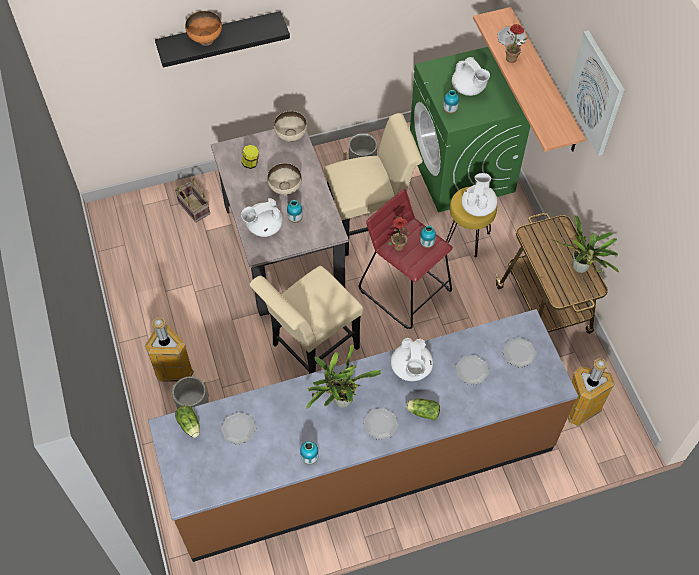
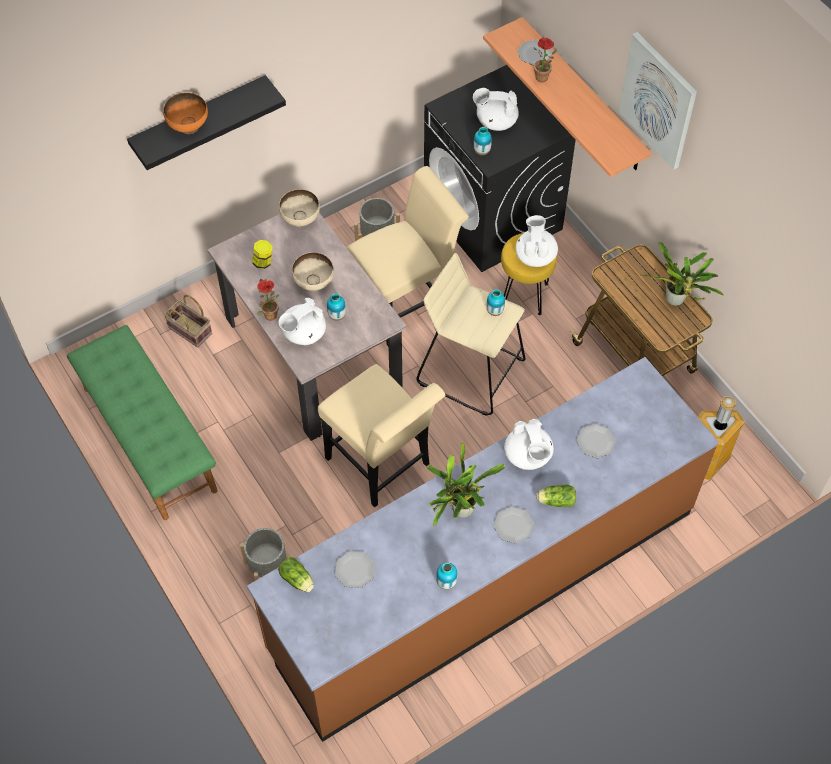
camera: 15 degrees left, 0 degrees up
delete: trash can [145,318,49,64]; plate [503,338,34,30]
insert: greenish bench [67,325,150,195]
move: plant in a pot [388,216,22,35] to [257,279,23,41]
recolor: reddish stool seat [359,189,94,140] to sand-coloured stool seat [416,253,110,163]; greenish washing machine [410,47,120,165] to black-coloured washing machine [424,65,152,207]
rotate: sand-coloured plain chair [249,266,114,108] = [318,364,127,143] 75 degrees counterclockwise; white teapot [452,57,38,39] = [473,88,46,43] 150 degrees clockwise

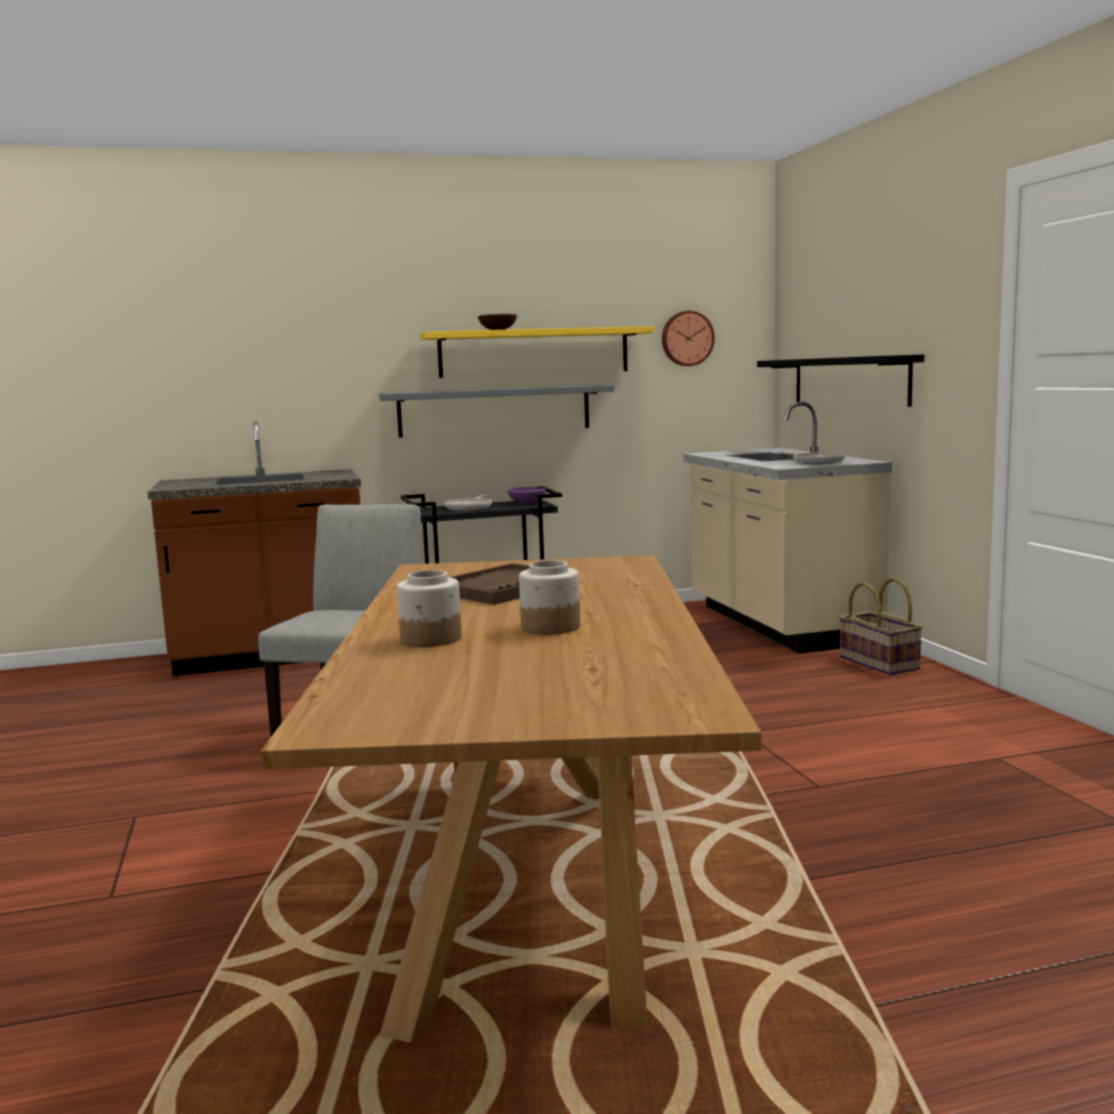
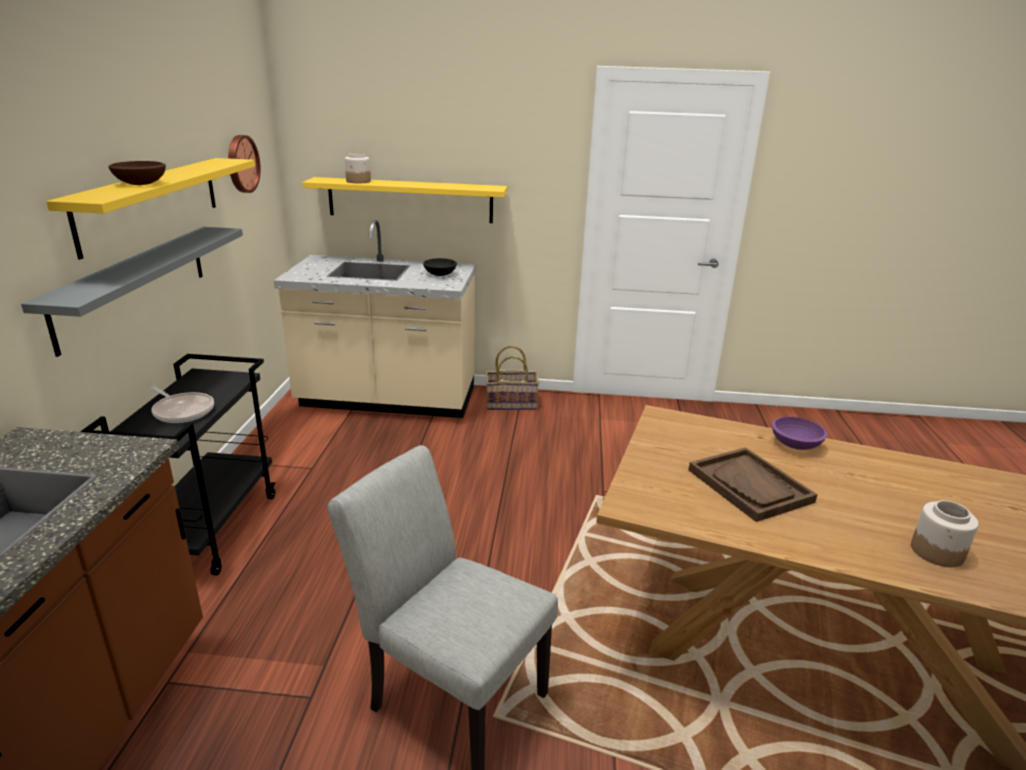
camera: 70 degrees left, 15 degrees up
move: storage jar [519,560,61,75] to [345,153,26,30]; purple-coloured bowl [508,487,38,17] to [772,417,55,33]
replace: frying pan [773,452,73,12] to black-coloured bowl [423,258,34,18]
recolor: black-coloured bracket shelf [757,354,167,53] to yellow-coloured bracket shelf [302,177,205,46]

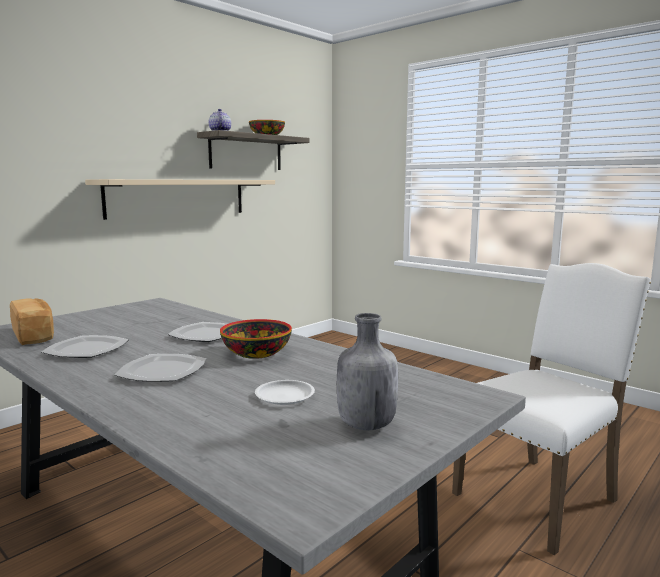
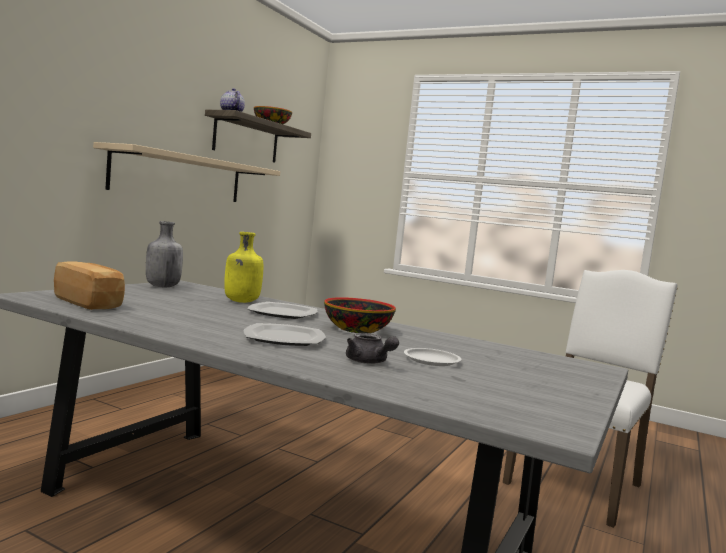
camera: 15 degrees left, 5 degrees down
delete: plate [42,335,87,23]
insert: yellow-coloured beverage bottle [224,232,39,71]; grey teapot [346,333,53,31]
move: grey beverage bottle [337,313,61,117] to [146,221,37,66]

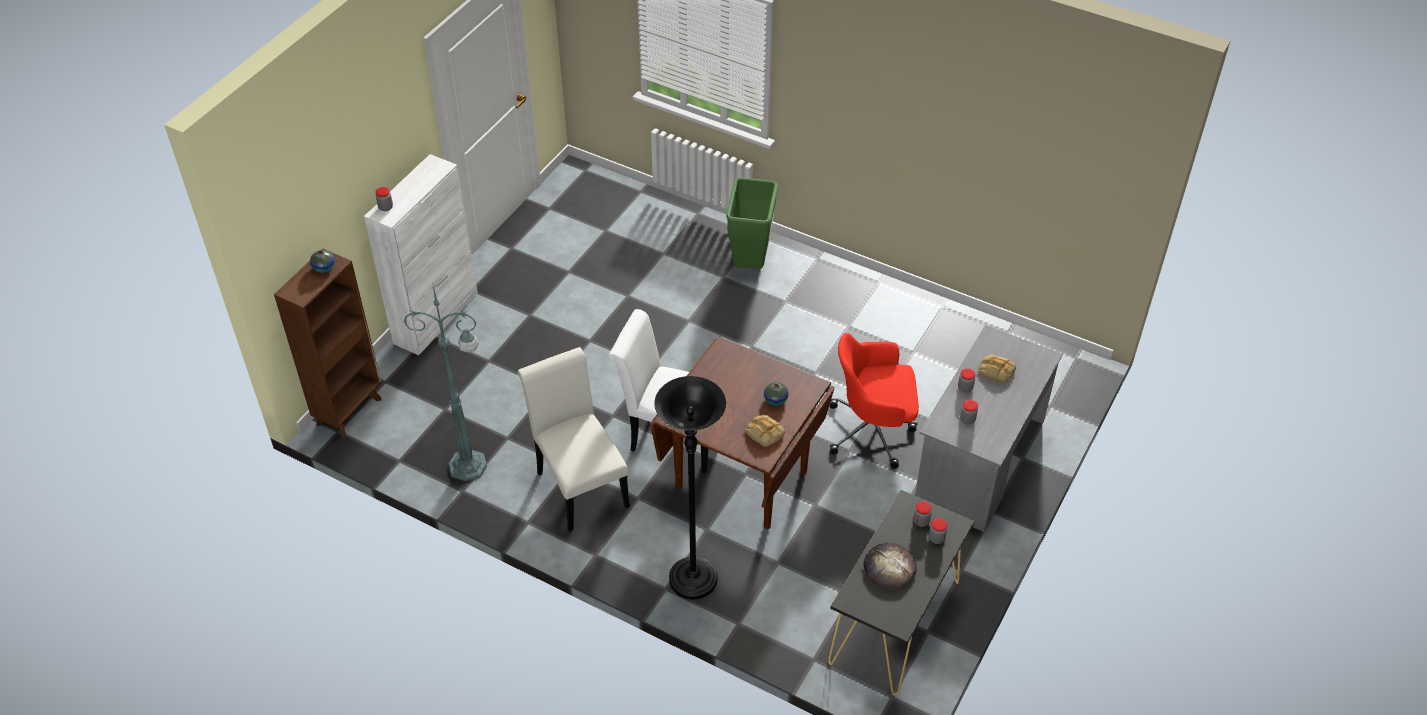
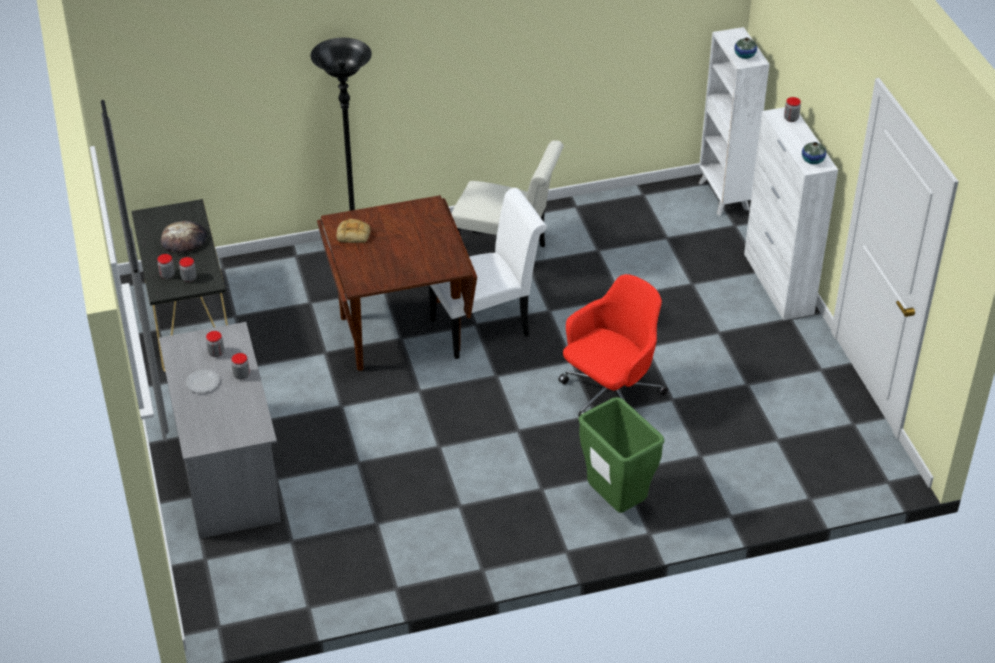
camera: 135 degrees right, 5 degrees down
delete: greenish standing lamp [404,286,83,195]; baked bread [978,354,38,30]
insert: plate [186,369,34,24]
move: reddish office chair [830,333,89,136] to [558,274,110,143]; vase [764,382,25,23] to [802,142,24,22]
recolor: brown bookcase [274,249,107,190] to white bookcase [698,27,72,189]

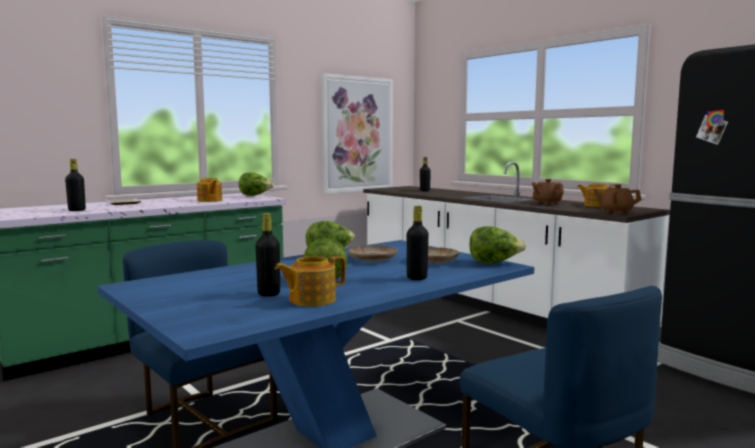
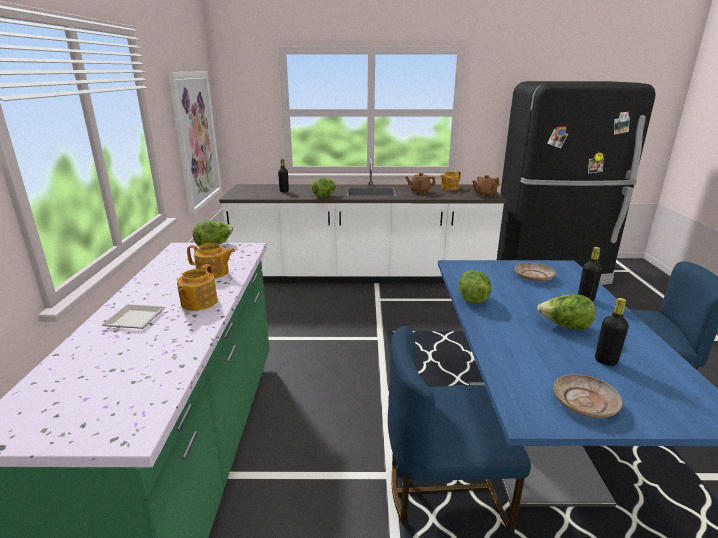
camera: 50 degrees left, 15 degrees up
delete: black-coloured beverage bottle [65,159,21,52]
move: teapot [275,256,71,51] to [177,264,41,47]; head of lettuce [469,226,57,38] to [312,178,25,19]; sand-coloured plate [348,245,49,17] to [553,374,70,44]

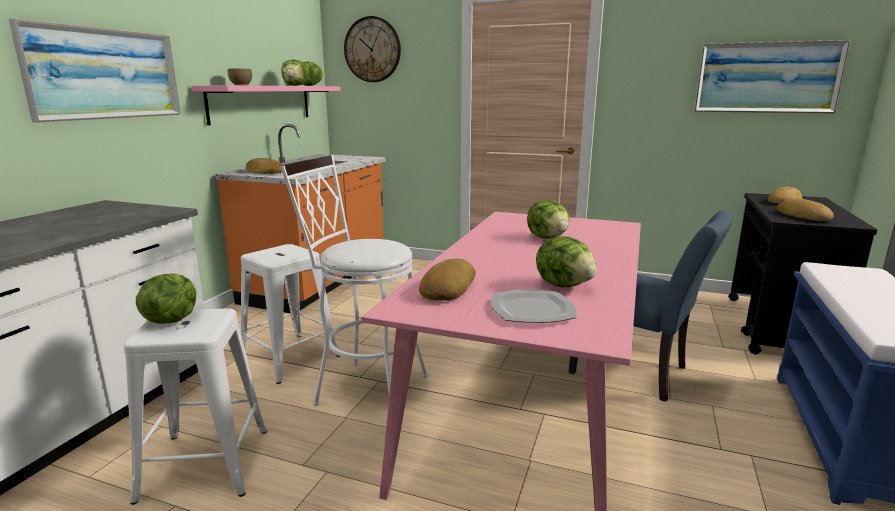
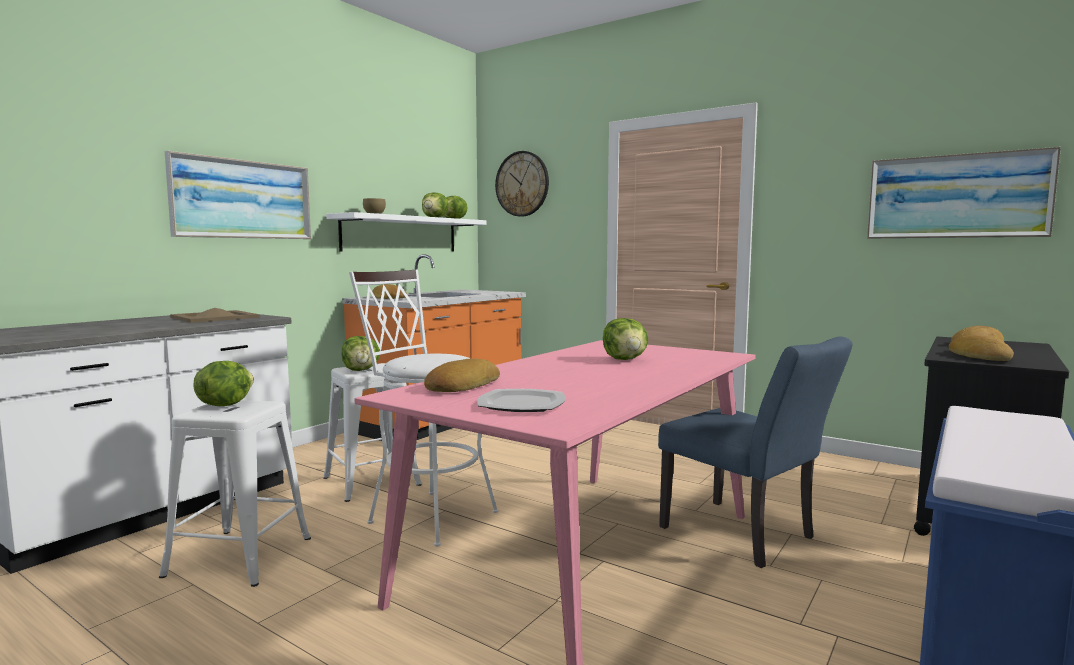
camera: 15 degrees right, 10 degrees down
insert: sand-coloured serving tray [170,308,90,15]
move: head of lettuce [536,236,61,52] to [341,336,39,35]
recolor: pink bracket shelf [191,85,150,40] to white bracket shelf [326,212,161,39]

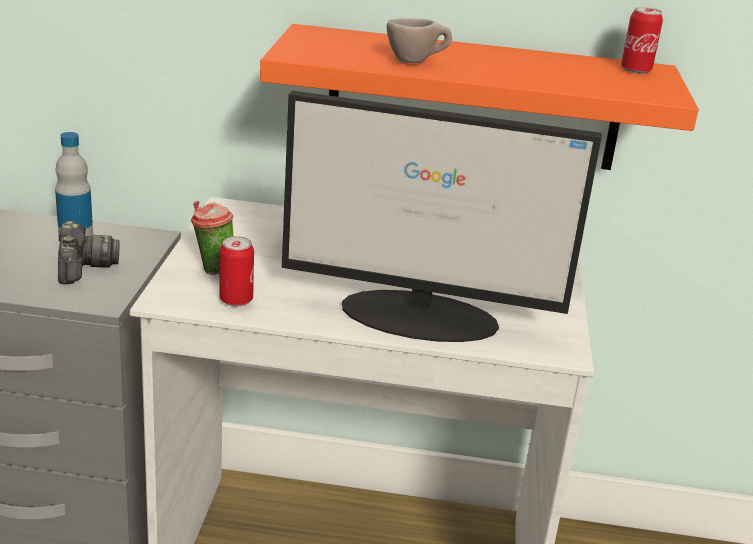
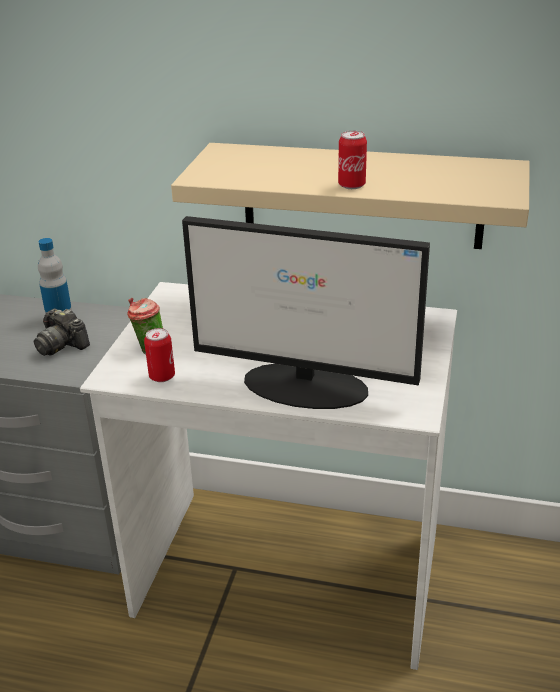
camera: 10 degrees right, 5 degrees up
delete: sand-coloured small cup [386,18,66,45]
move: metal can [621,7,42,67] to [338,130,29,59]
recolor: orange bracket shelf [260,24,439,146] to sand-coloured bracket shelf [171,143,359,106]
rotate: still camera [58,221,62,63] = [34,309,56,47] 135 degrees clockwise

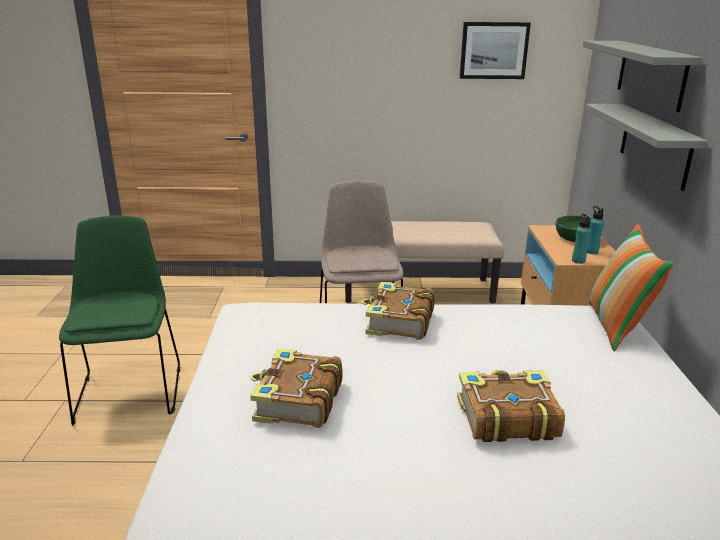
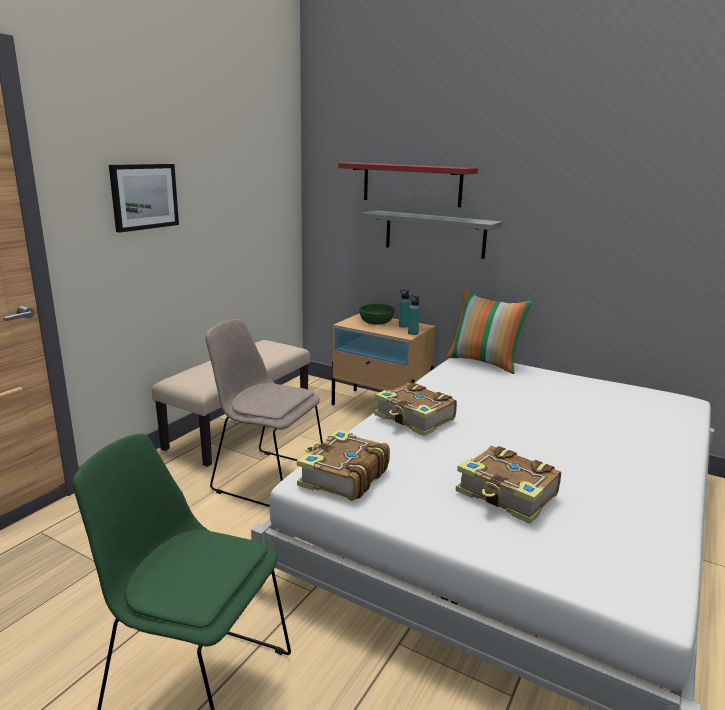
camera: 60 degrees left, 5 degrees down
move: wall picture [460,22,71,57] to [109,164,70,69]; bound book [457,370,108,72] to [297,429,93,72]
recolor: grey bracket shelf [583,41,120,71] to reddish bracket shelf [338,162,140,45]

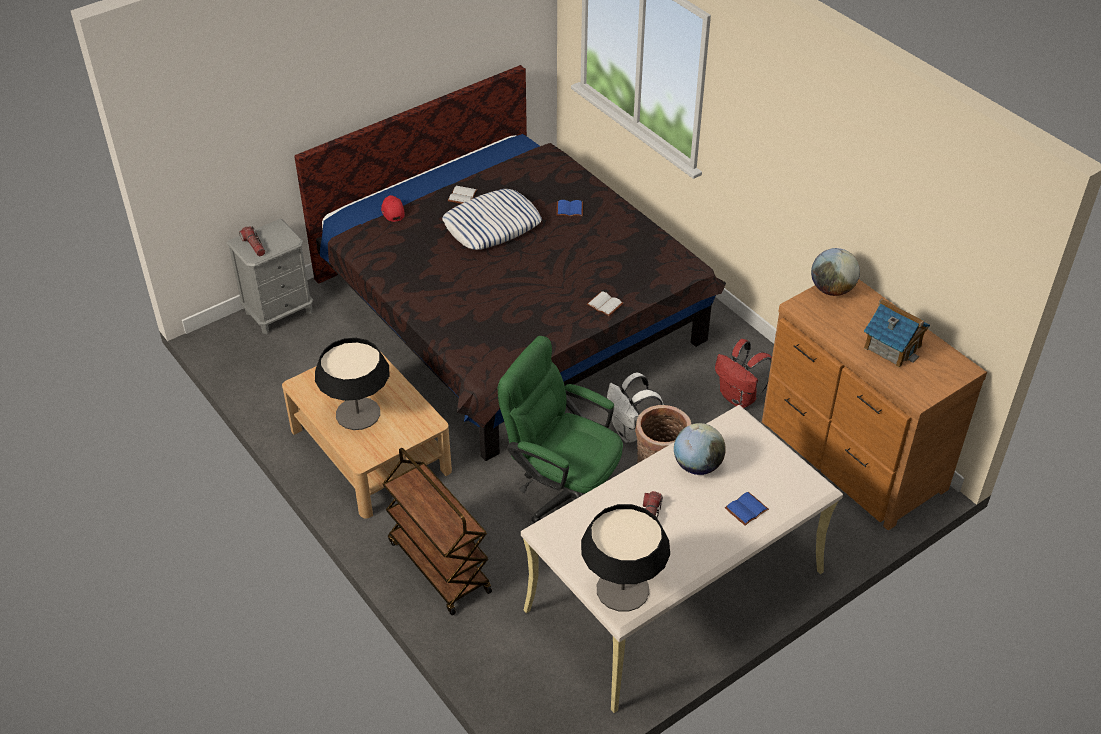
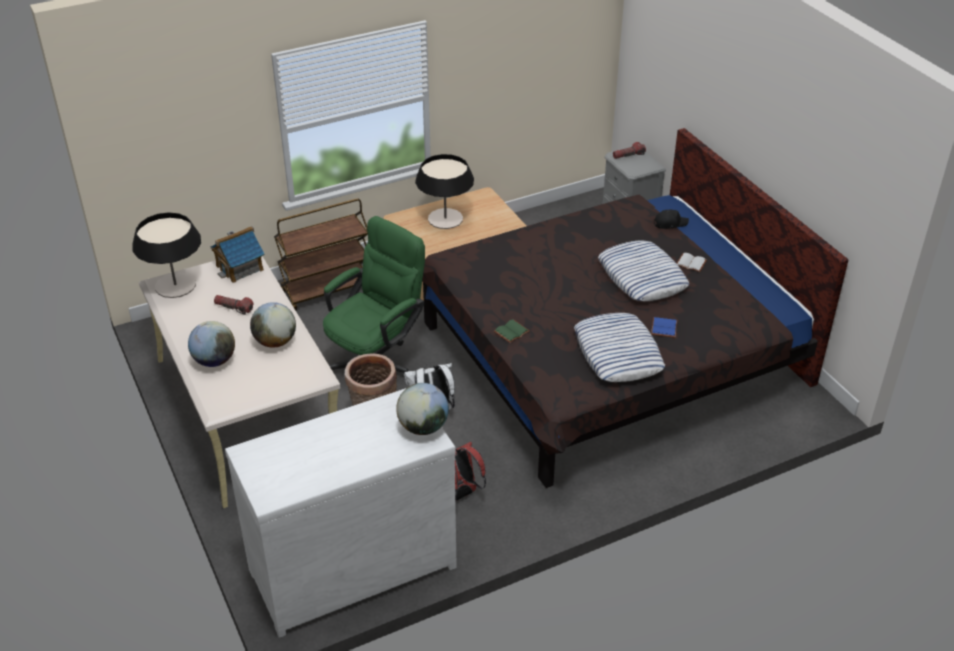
camera: 100 degrees right, 5 degrees down
insert: cushion [574,313,91,69]
move: miniature house [864,299,66,69] to [210,226,55,57]
replace: blue-coloured bound book [725,492,44,34] to globe [188,321,47,46]
recolor: brown drawer chest [762,280,225,250] to white drawer chest [225,388,232,250]; white bound book [586,291,37,25] to greenish bound book [494,319,36,24]; reddish peaked cap [381,195,24,27] to black-coloured peaked cap [654,209,35,20]

